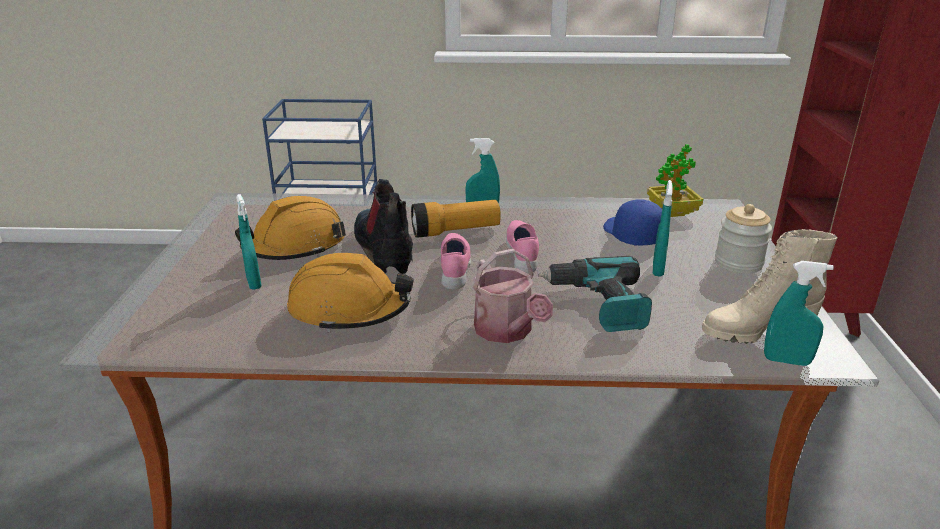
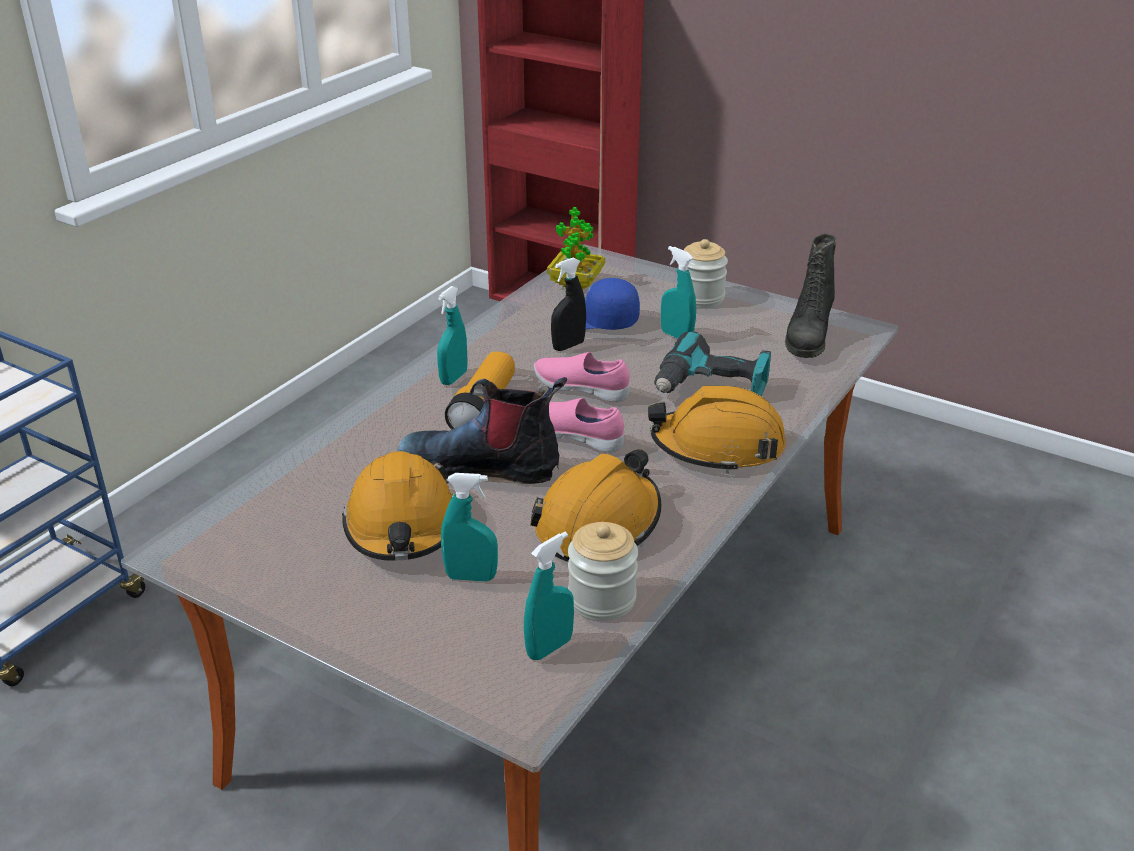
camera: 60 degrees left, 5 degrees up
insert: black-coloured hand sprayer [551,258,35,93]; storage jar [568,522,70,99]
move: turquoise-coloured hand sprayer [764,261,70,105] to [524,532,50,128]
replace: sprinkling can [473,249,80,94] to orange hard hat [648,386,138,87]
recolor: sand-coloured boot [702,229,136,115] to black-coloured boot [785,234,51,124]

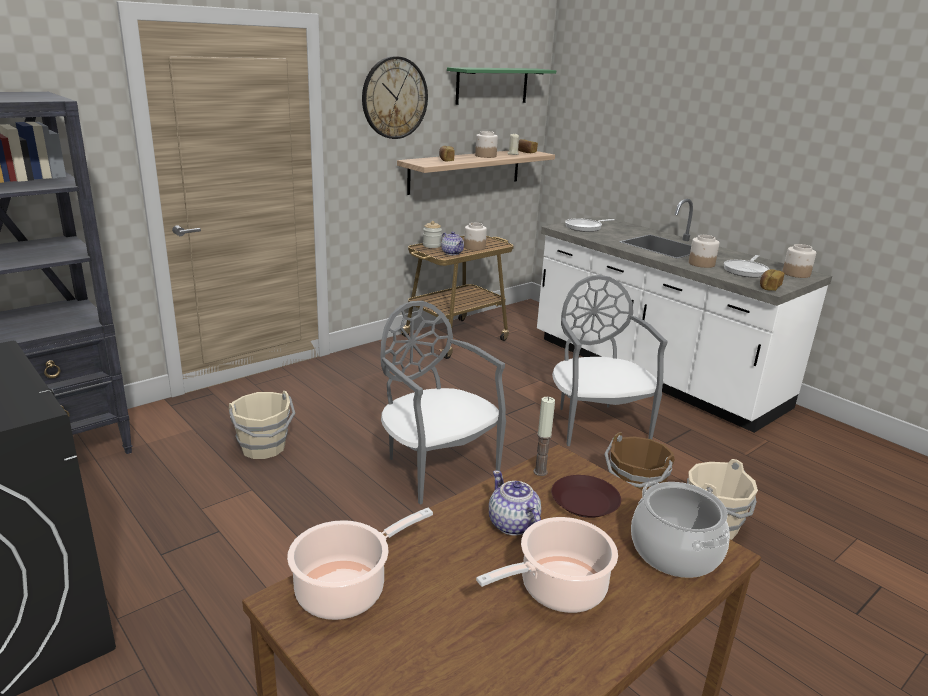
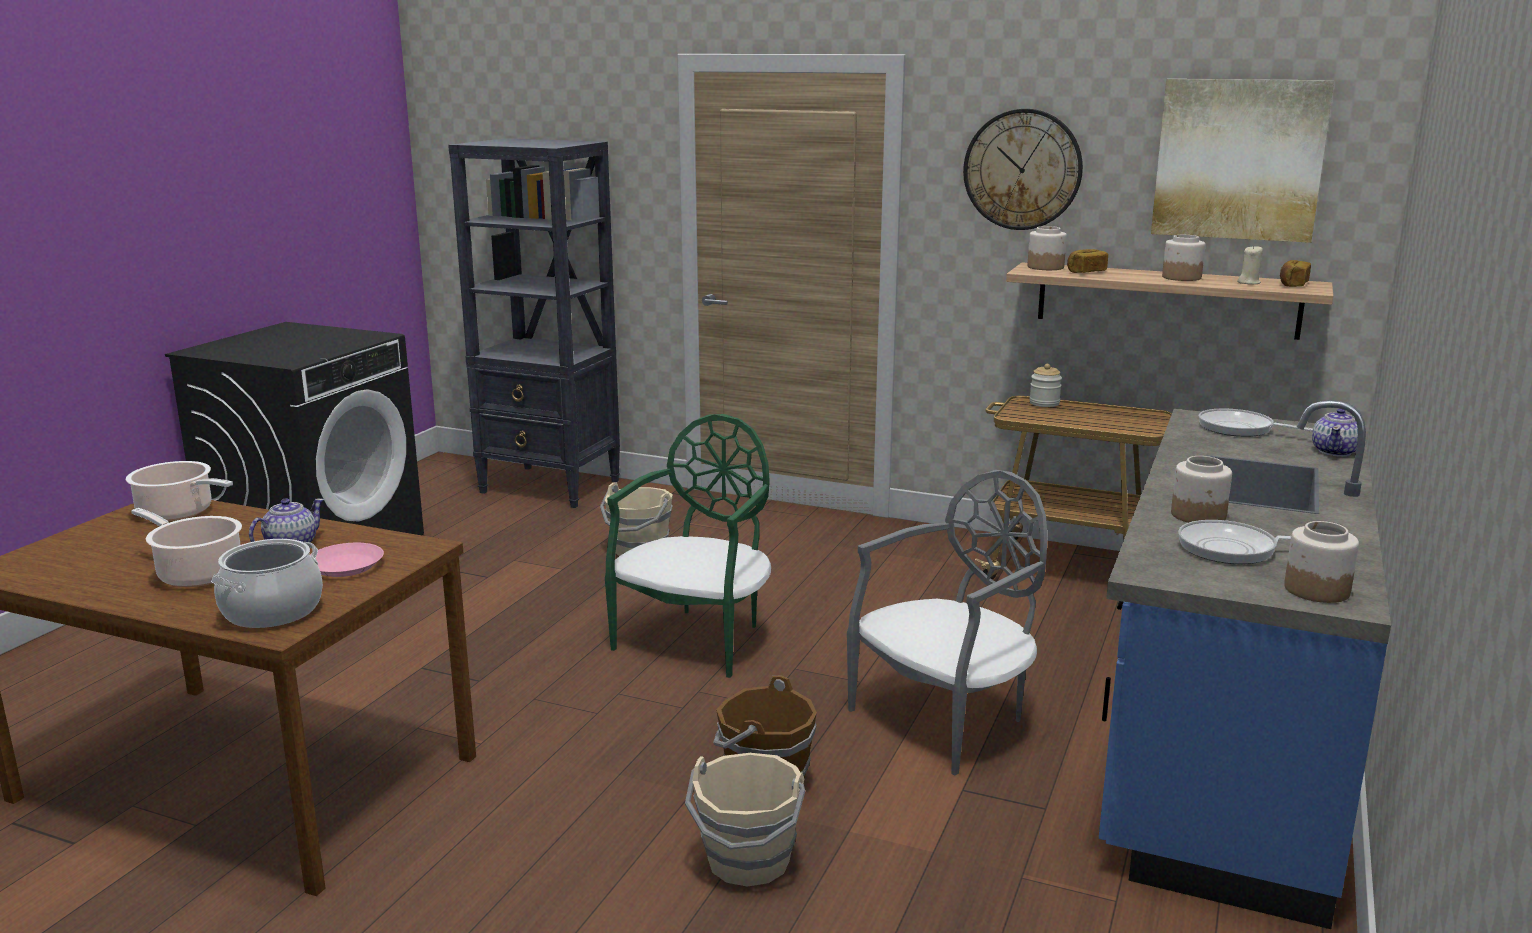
camera: 65 degrees right, 5 degrees down
delete: wax candle [533,397,22,79]; baked bread [760,269,24,22]
move: storage jar [464,223,23,28] to [1027,226,40,44]; teapot [441,231,23,24] to [1312,408,46,49]
replace: greenish bracket shelf [447,67,109,38] to wall picture [1151,79,183,164]
recolor: brown plate [551,475,70,43] to pink plate [310,543,74,34]; grey plain chair [380,301,126,204] to greenish plain chair [605,414,166,264]; white kitchen counter [537,199,295,234] to blue-coloured kitchen counter [1099,400,292,529]

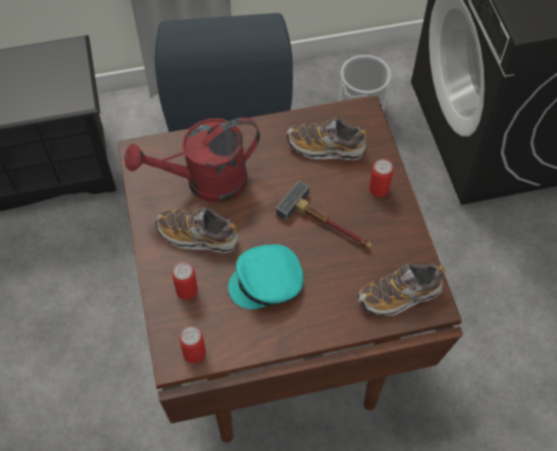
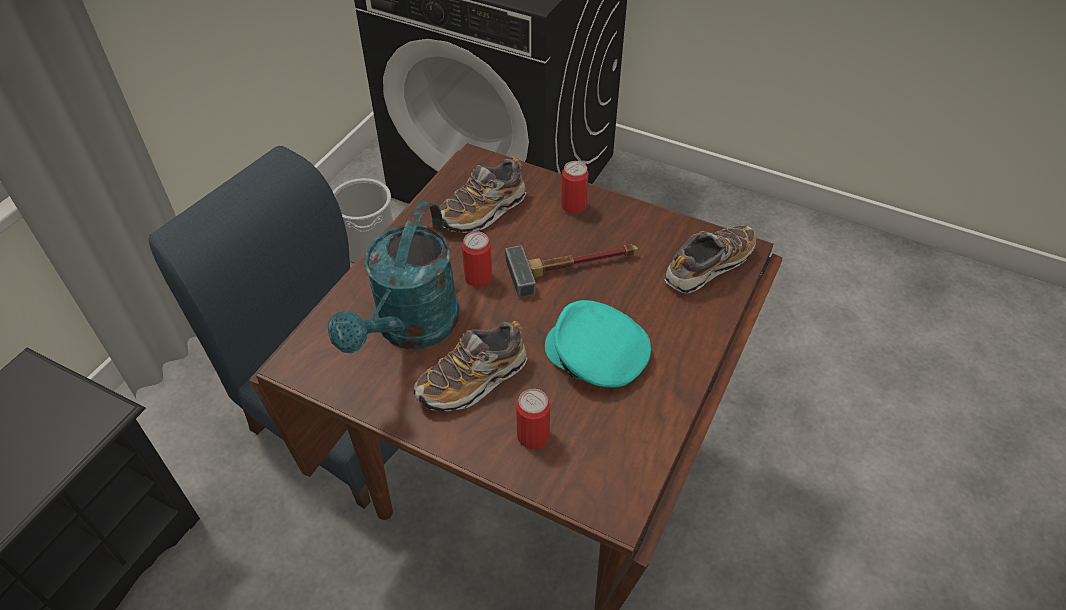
camera: 50 degrees left, 10 degrees down
move: metal can [179,326,27,37] to [462,231,30,56]
recolor: reddish sprinkling can [125,117,135,85] to turquoise-coloured sprinkling can [328,202,131,151]
rotate: turquoise-coloured peaked cap [228,244,76,65] = [545,300,106,88] 105 degrees clockwise; low shoe [358,263,88,53] = [664,226,93,67] 150 degrees counterclockwise

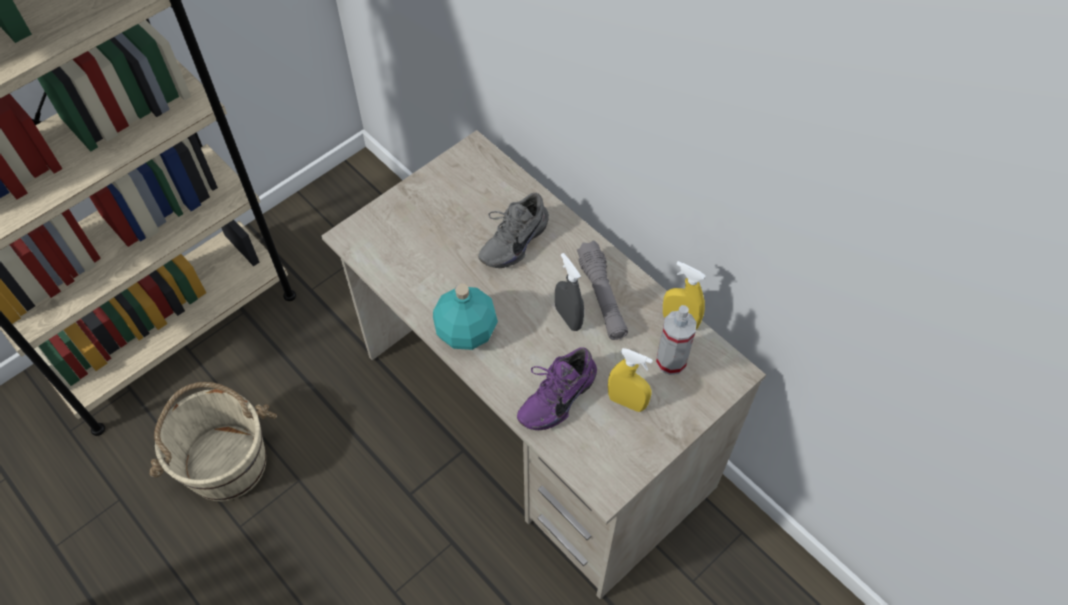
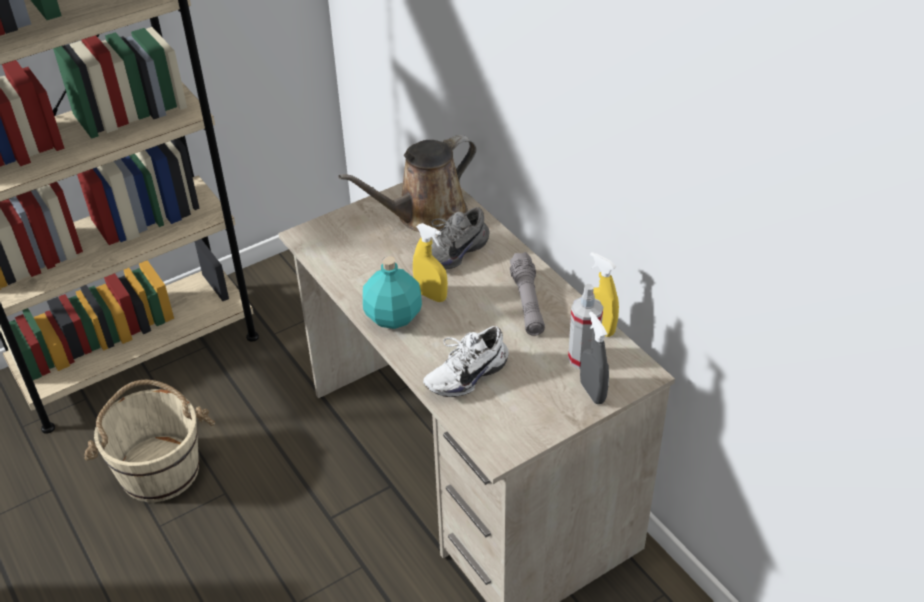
camera: 10 degrees right, 15 degrees down
insert: brown sprinkling can [338,135,138,97]
move: yellow-coloured hand sprayer [608,348,45,64] to [413,223,35,79]; grey hand sprayer [555,253,29,78] to [580,312,29,92]
recolor: purple-coloured low shoe [517,347,80,83] to white low shoe [423,326,86,71]

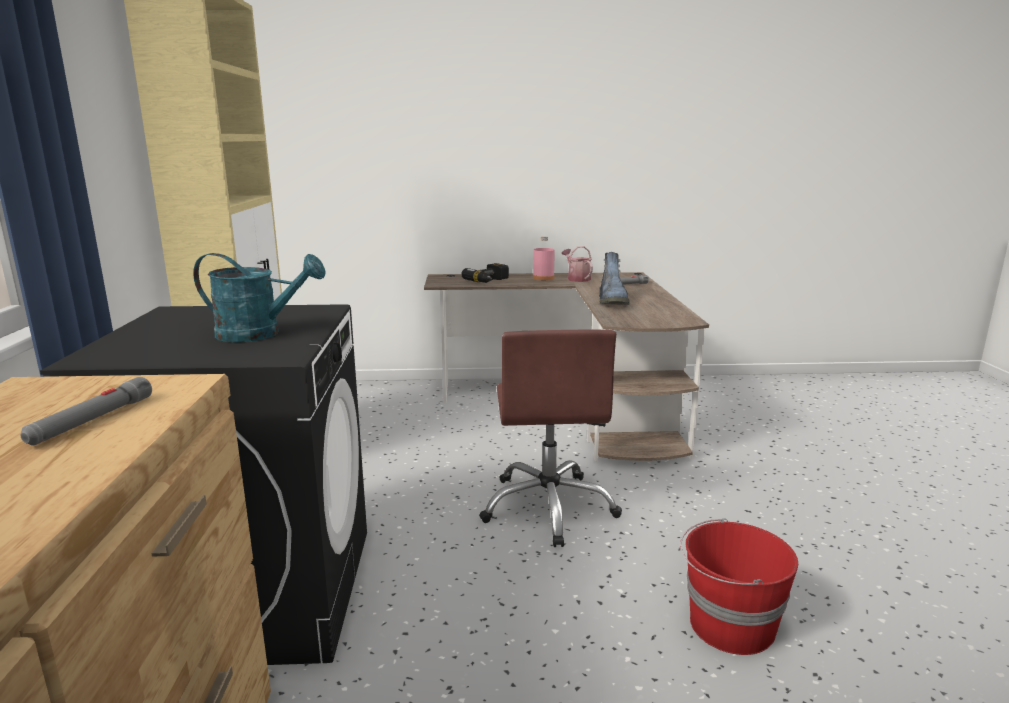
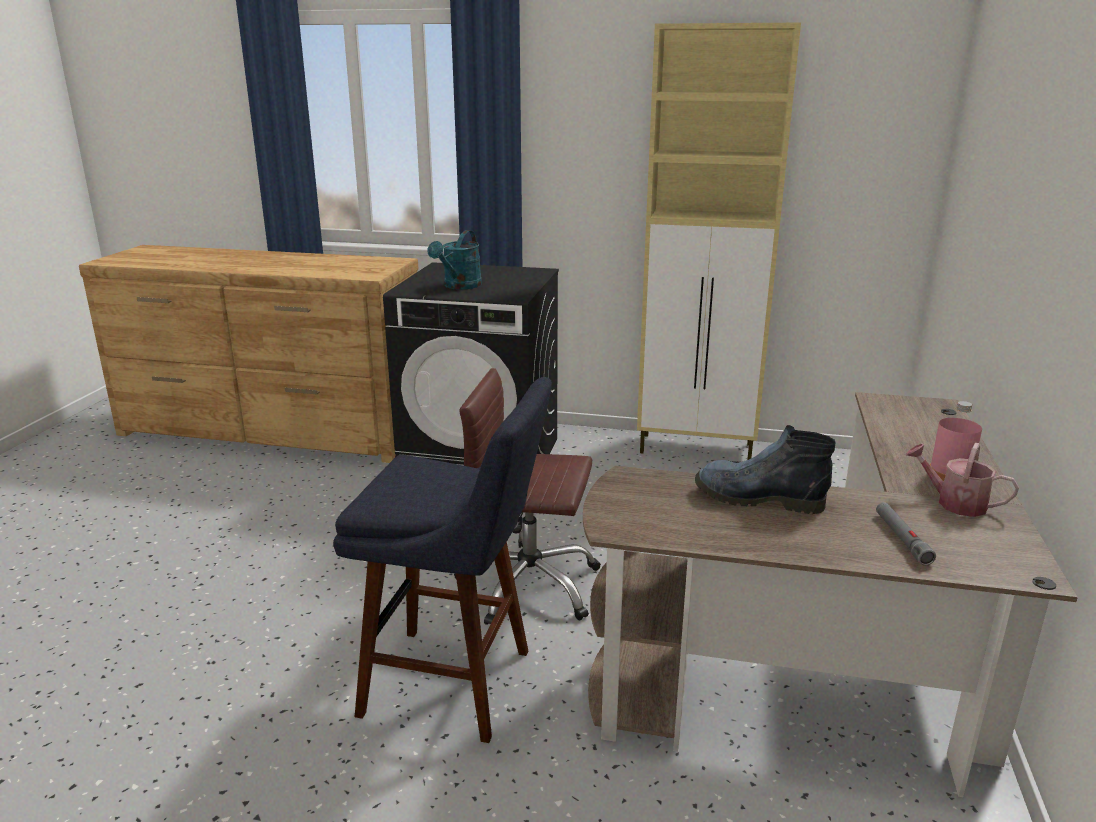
camera: 105 degrees right, 5 degrees up
delete: grey flashlight [21,377,131,69]; drill [461,263,48,20]; reddish pail [680,518,118,137]
insert: blue-coloured stool seat [333,377,219,366]
rotate: sprinkling can [562,246,31,36] = [905,443,114,74] 135 degrees counterclockwise

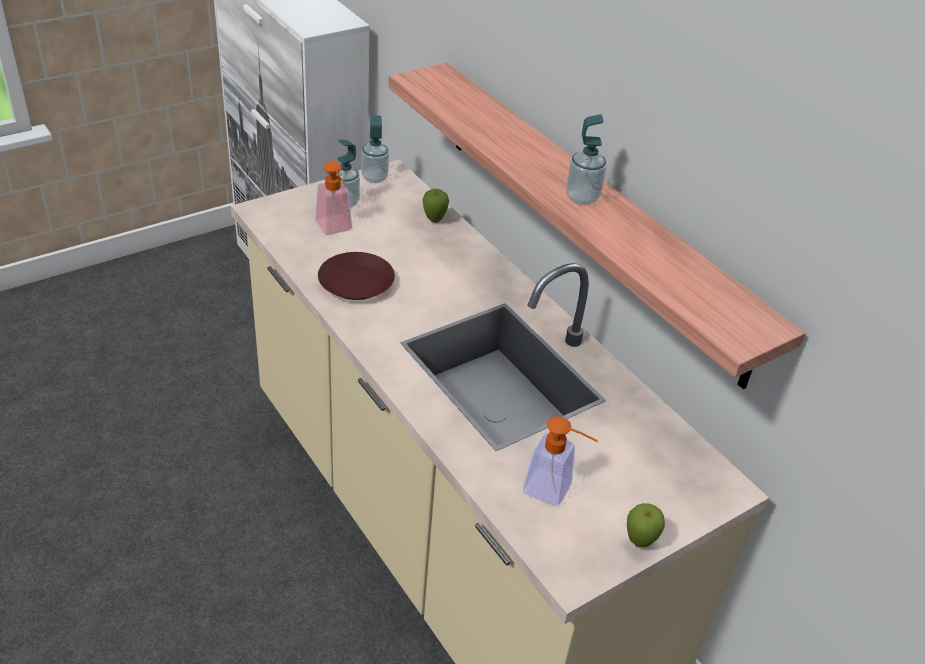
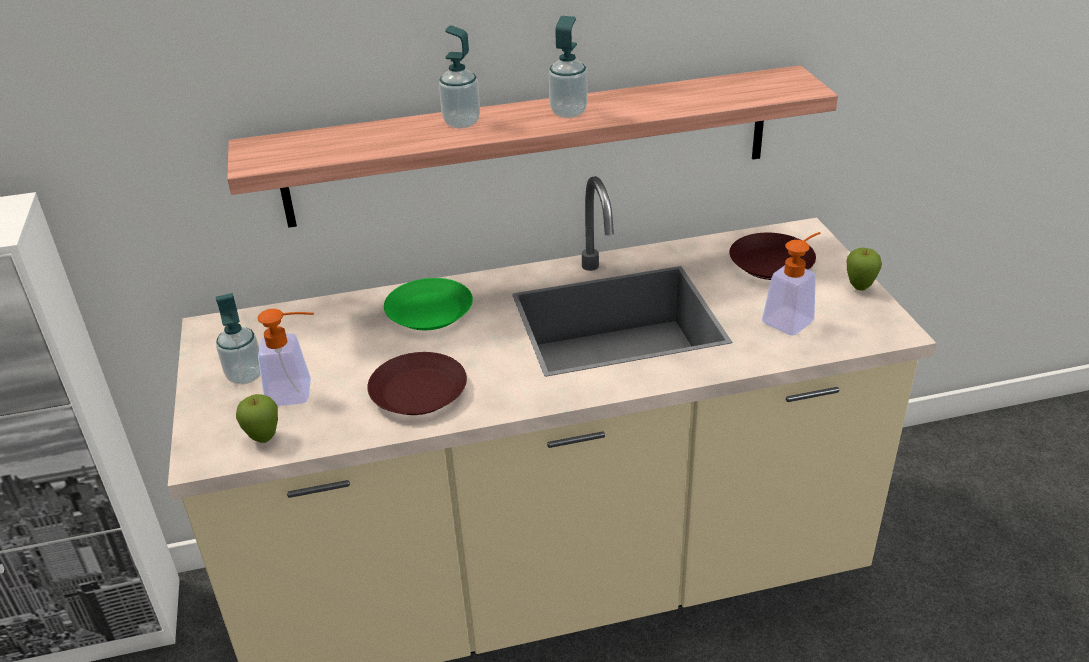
camera: 65 degrees left, 5 degrees down
insert: greenish plate [384,278,89,52]; brown plate [729,233,87,47]
move: whole apple [423,189,26,34] to [236,394,42,49]; soap bottle [361,115,28,68] to [439,25,41,103]

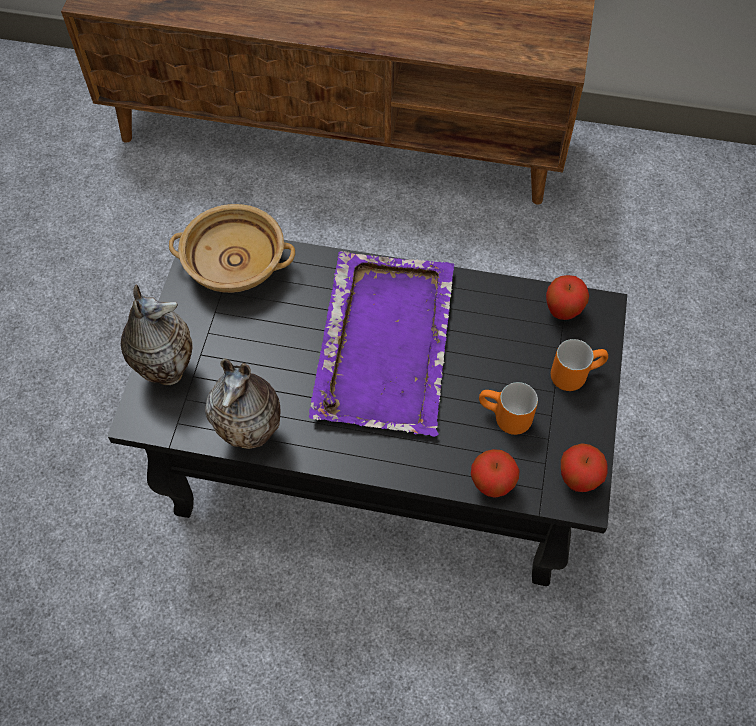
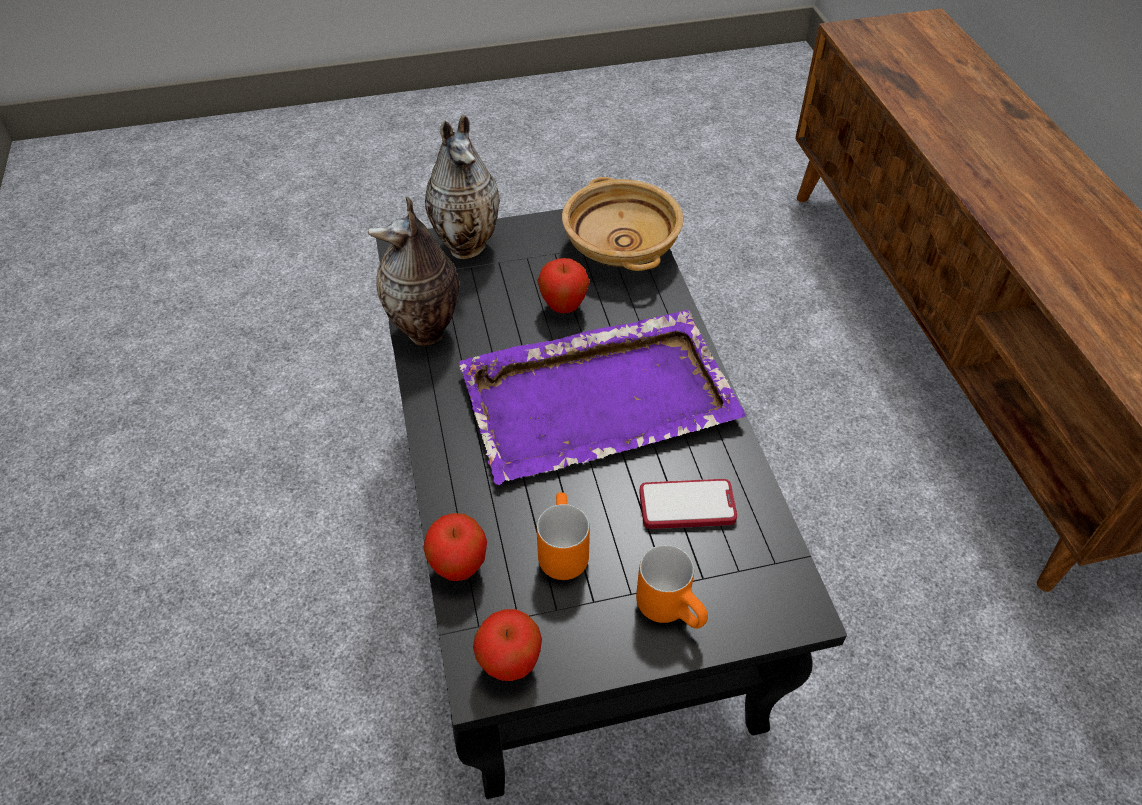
camera: 65 degrees right, 10 degrees down
insert: telephone [639,479,98,50]
move: whole apple [546,275,43,45] to [537,258,53,55]

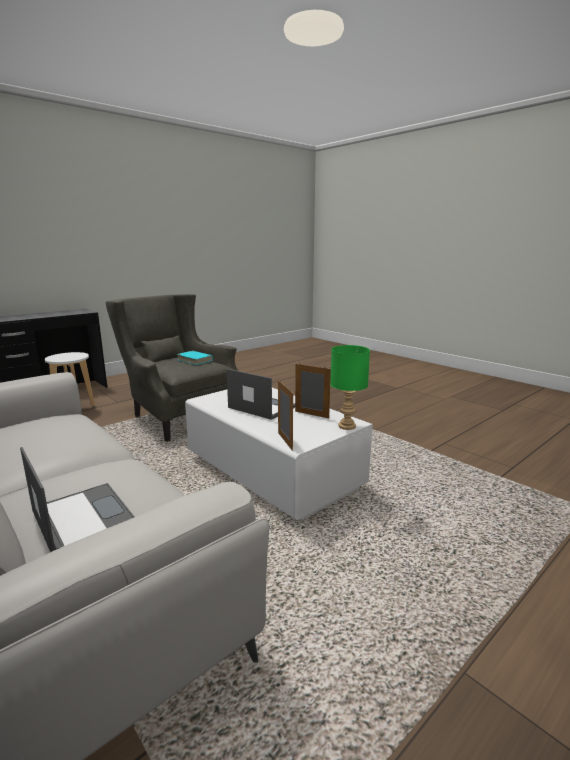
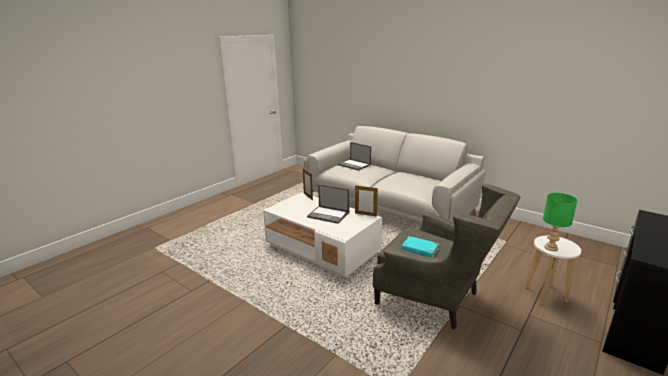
camera: 170 degrees right, 5 degrees up
move: standing frame [295,364,36,55] to [355,185,23,32]; greenish lamp for a table [330,345,40,85] to [543,193,35,58]

